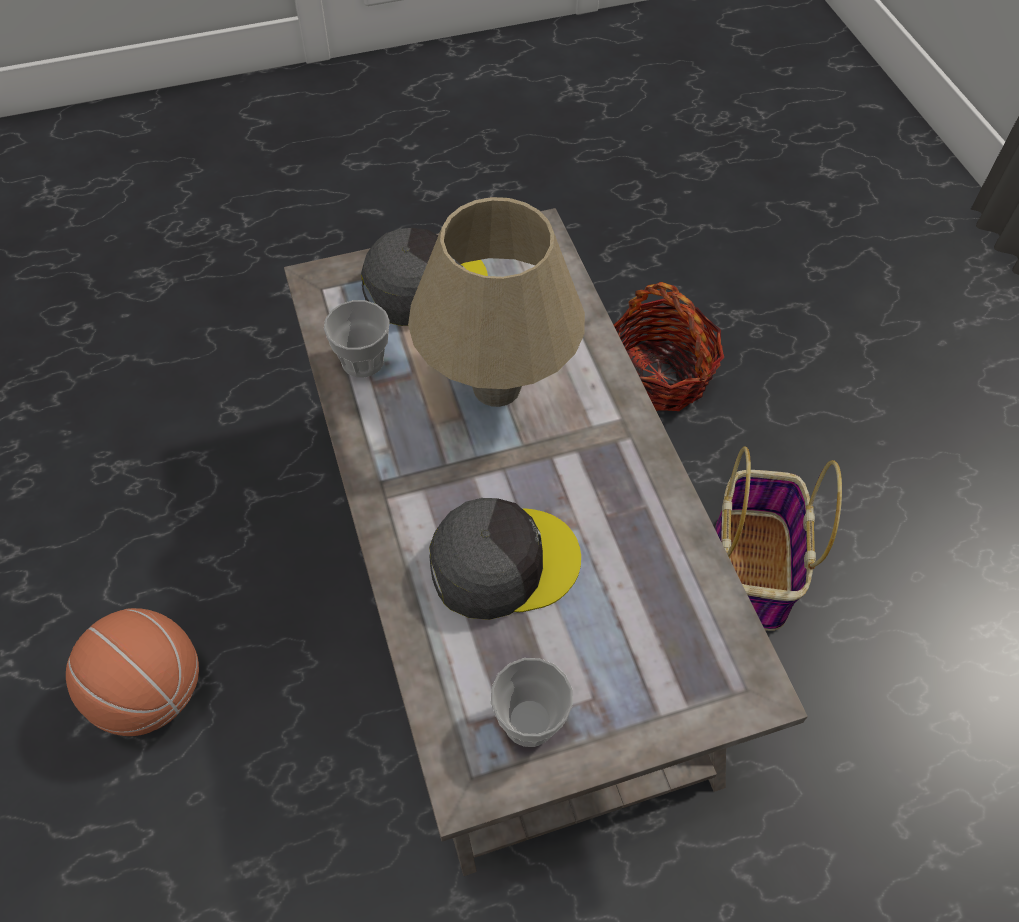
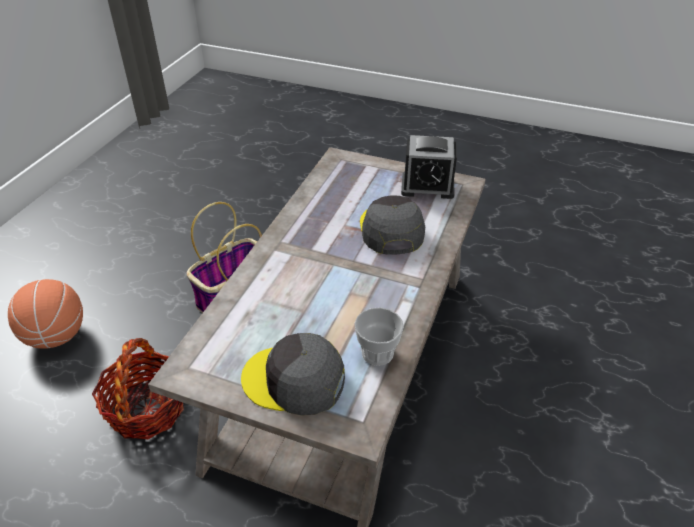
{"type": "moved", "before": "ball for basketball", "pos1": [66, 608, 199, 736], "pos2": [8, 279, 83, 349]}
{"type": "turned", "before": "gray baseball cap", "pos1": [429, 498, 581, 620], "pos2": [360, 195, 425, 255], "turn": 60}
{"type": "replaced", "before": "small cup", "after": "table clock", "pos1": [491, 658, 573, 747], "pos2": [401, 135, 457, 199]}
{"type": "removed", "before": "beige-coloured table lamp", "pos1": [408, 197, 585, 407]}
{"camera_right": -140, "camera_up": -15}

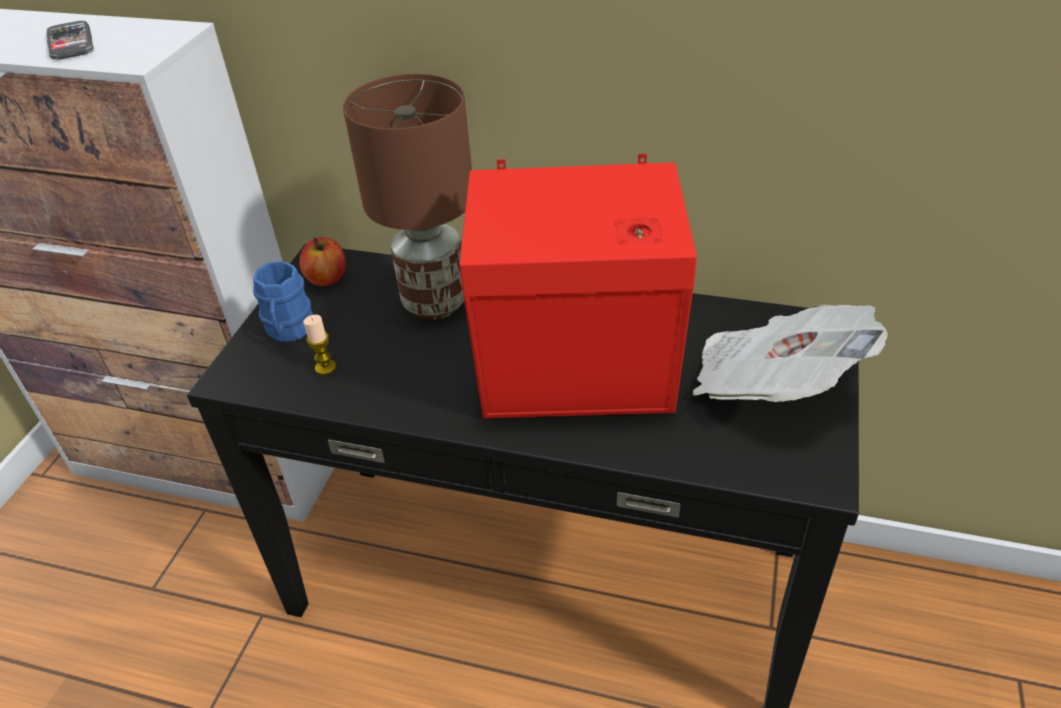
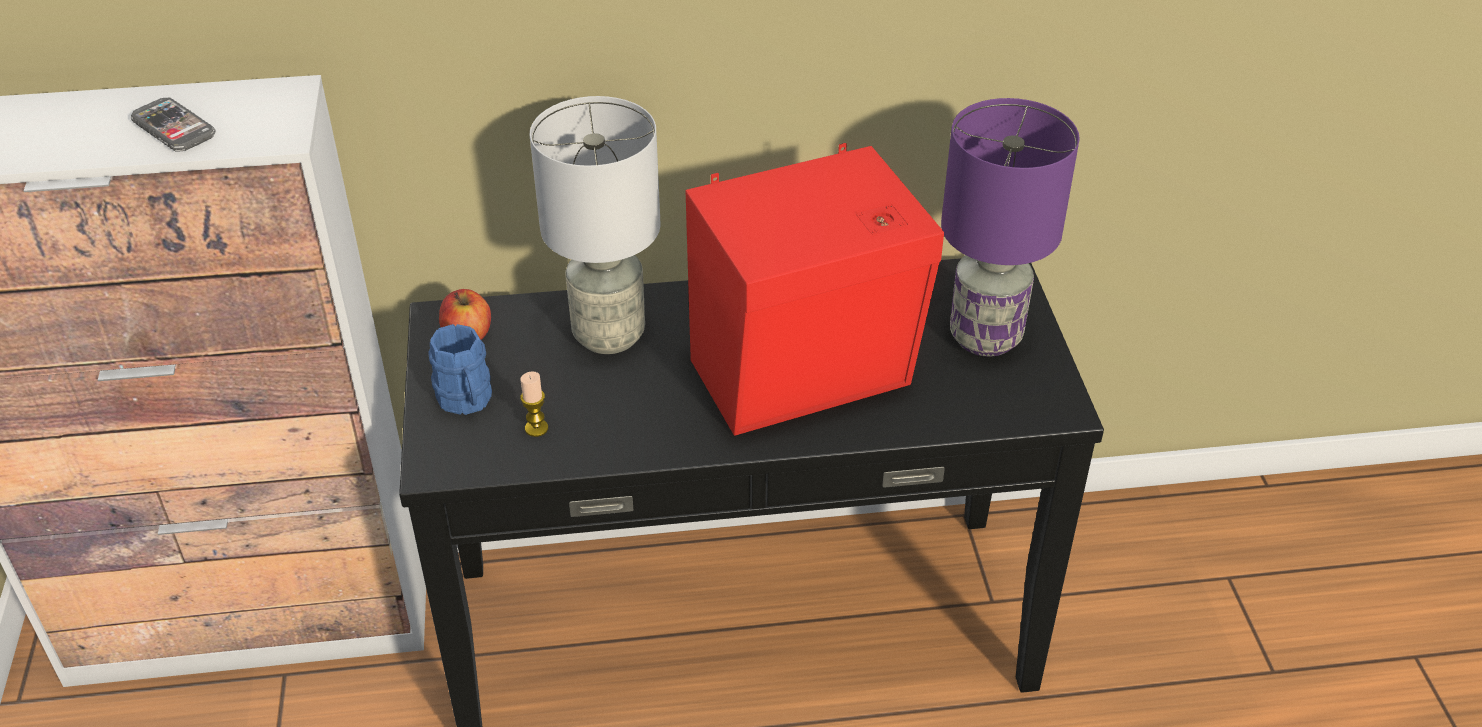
{"type": "recoloured", "before": "brownish table lamp", "after": "gray table lamp", "pos1": [343, 74, 472, 320], "pos2": [530, 96, 661, 354]}
{"type": "replaced", "before": "printed paper", "after": "purple-coloured table lamp", "pos1": [693, 305, 888, 402], "pos2": [941, 98, 1080, 357]}
{"camera_right": -25, "camera_up": 0}

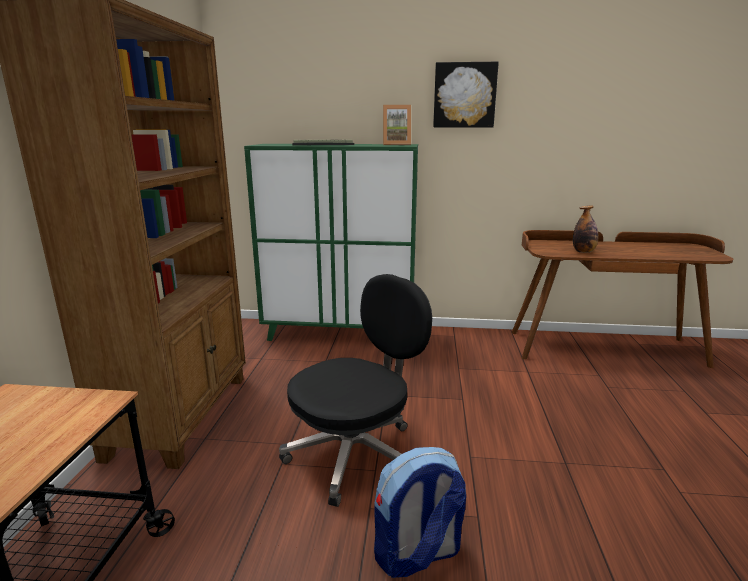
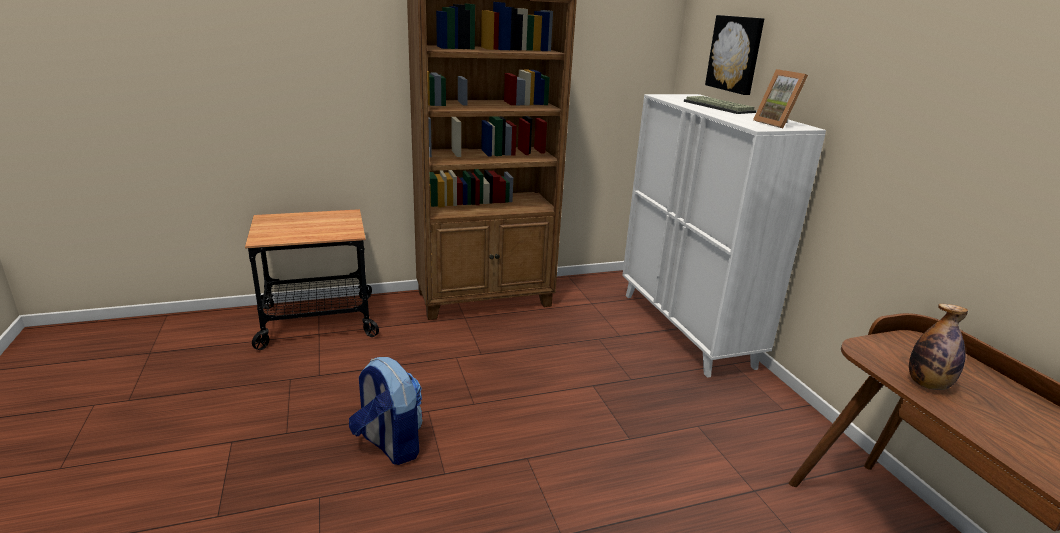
{"type": "recoloured", "before": "greenish cupboard", "after": "white cupboard", "pos1": [244, 144, 418, 341], "pos2": [622, 94, 826, 378]}
{"type": "moved", "before": "wall picture", "pos1": [433, 62, 499, 127], "pos2": [705, 15, 764, 95]}
{"type": "removed", "before": "blackish desk chair", "pos1": [279, 274, 432, 507]}
{"camera_right": 65, "camera_up": 5}

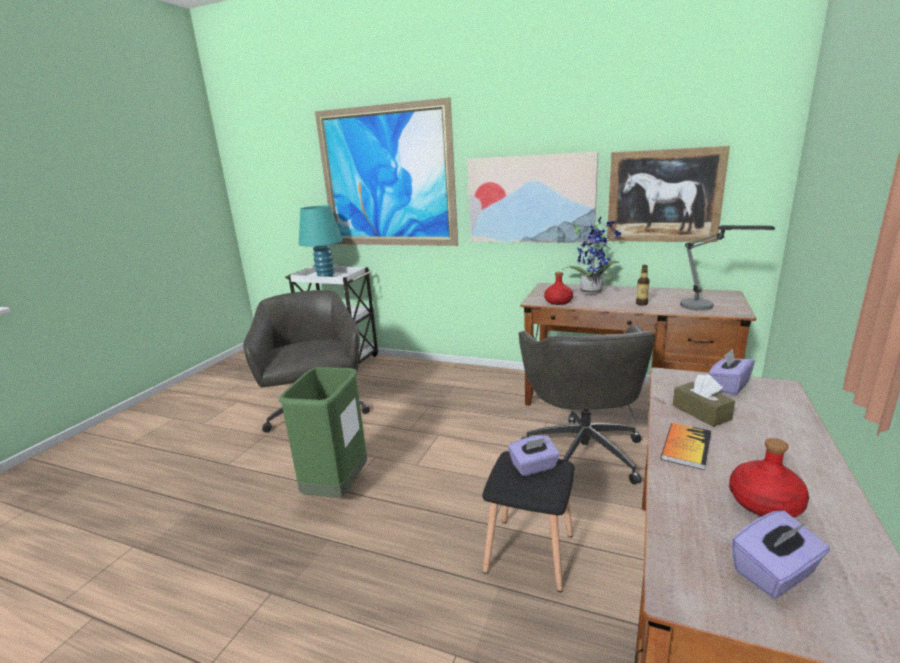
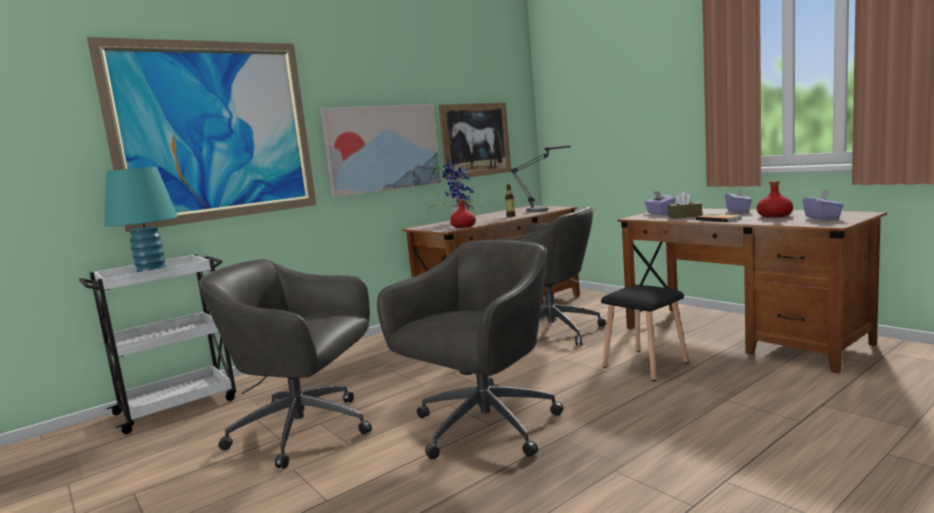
{"type": "replaced", "before": "greenish waste bin", "after": "gray desk chair", "pos1": [279, 367, 367, 498], "pos2": [377, 240, 564, 459]}
{"type": "moved", "before": "purple-coloured tissue holder", "pos1": [508, 435, 560, 476], "pos2": [725, 187, 752, 213]}
{"camera_right": -60, "camera_up": -10}

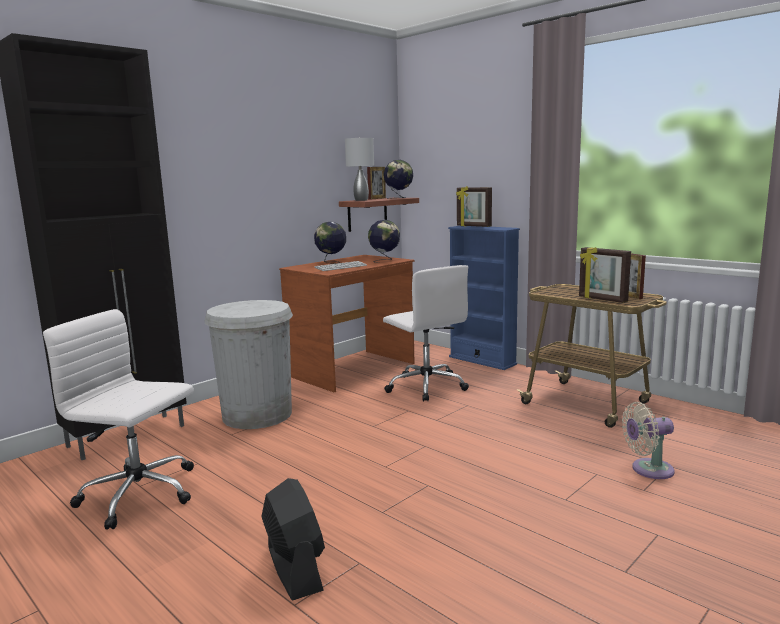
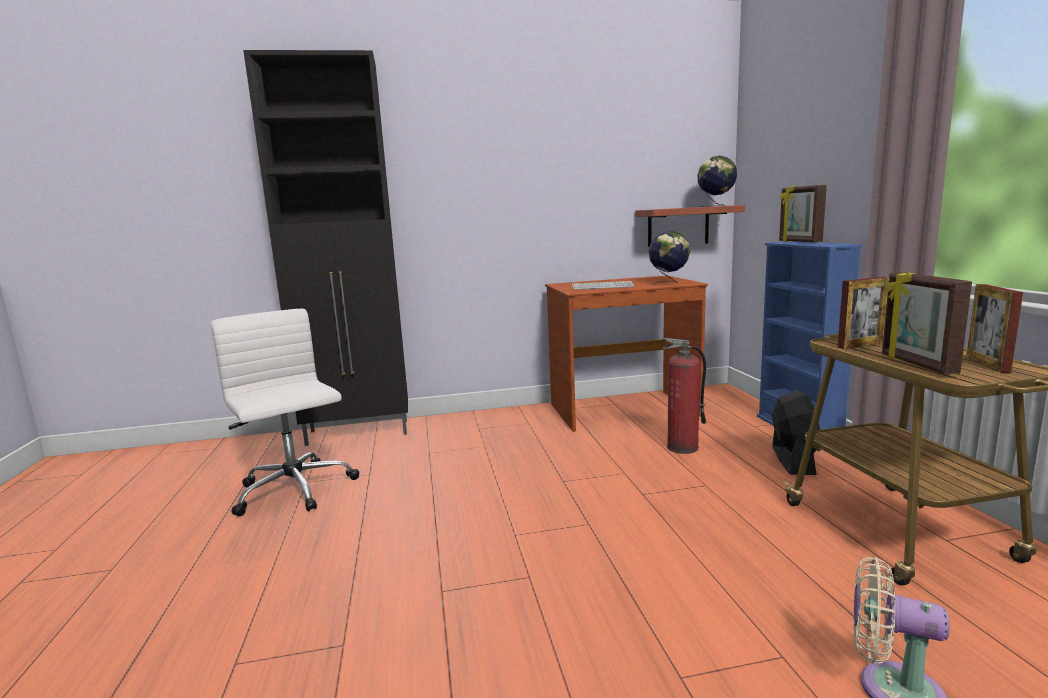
{"type": "replaced", "before": "white desk chair", "after": "fire extinguisher", "pos1": [383, 265, 469, 402], "pos2": [662, 338, 706, 454]}
{"type": "moved", "before": "blackish fan", "pos1": [261, 478, 325, 601], "pos2": [772, 390, 820, 475]}
{"type": "moved", "before": "standing frame", "pos1": [367, 167, 386, 199], "pos2": [838, 277, 889, 349]}
{"type": "removed", "before": "white waste bin", "pos1": [205, 300, 293, 429]}
{"type": "removed", "before": "desk globe", "pos1": [314, 222, 346, 264]}
{"type": "removed", "before": "gray table lamp", "pos1": [345, 137, 374, 201]}
{"camera_right": 35, "camera_up": 0}

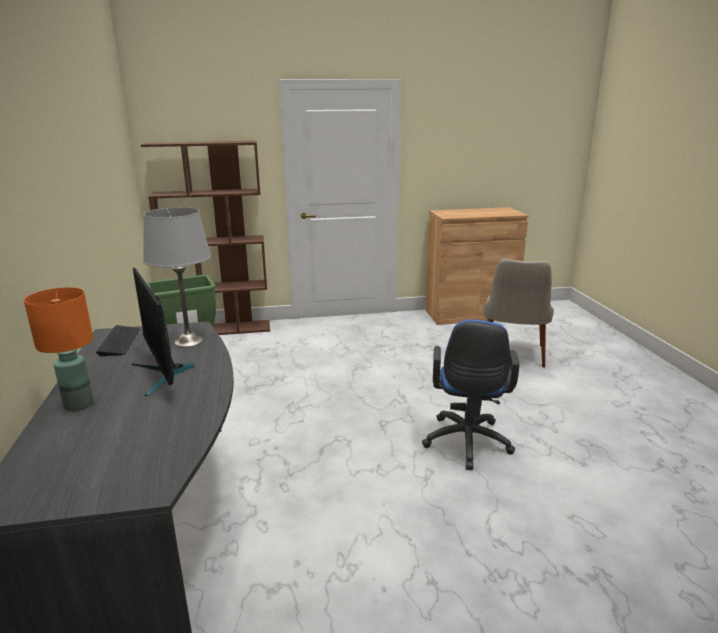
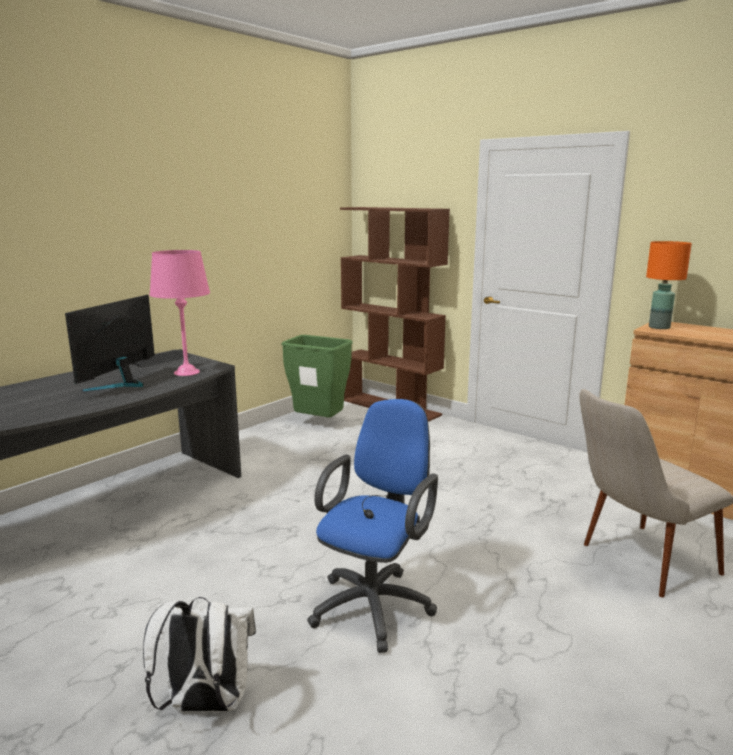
{"type": "added", "after": "white rucksack", "pos2": [143, 597, 256, 712]}
{"type": "recoloured", "before": "gray table lamp", "after": "pink table lamp", "pos1": [143, 207, 211, 347], "pos2": [149, 250, 210, 376]}
{"type": "turned", "before": "blue-coloured desk chair", "pos1": [422, 319, 520, 470], "pos2": [307, 399, 438, 653], "turn": 150}
{"type": "moved", "before": "orange table lamp", "pos1": [24, 287, 94, 411], "pos2": [646, 241, 692, 329]}
{"camera_right": 50, "camera_up": -5}

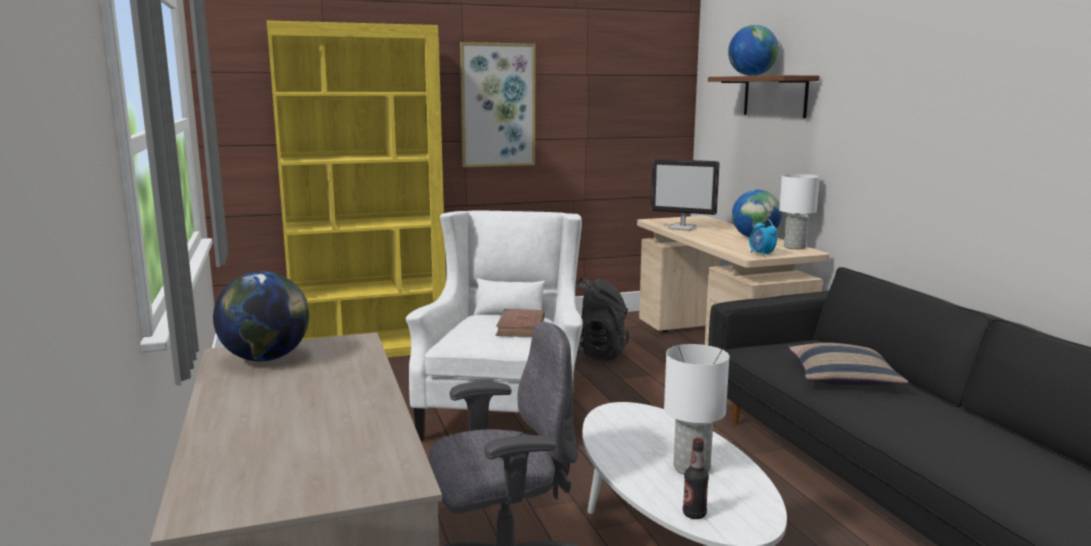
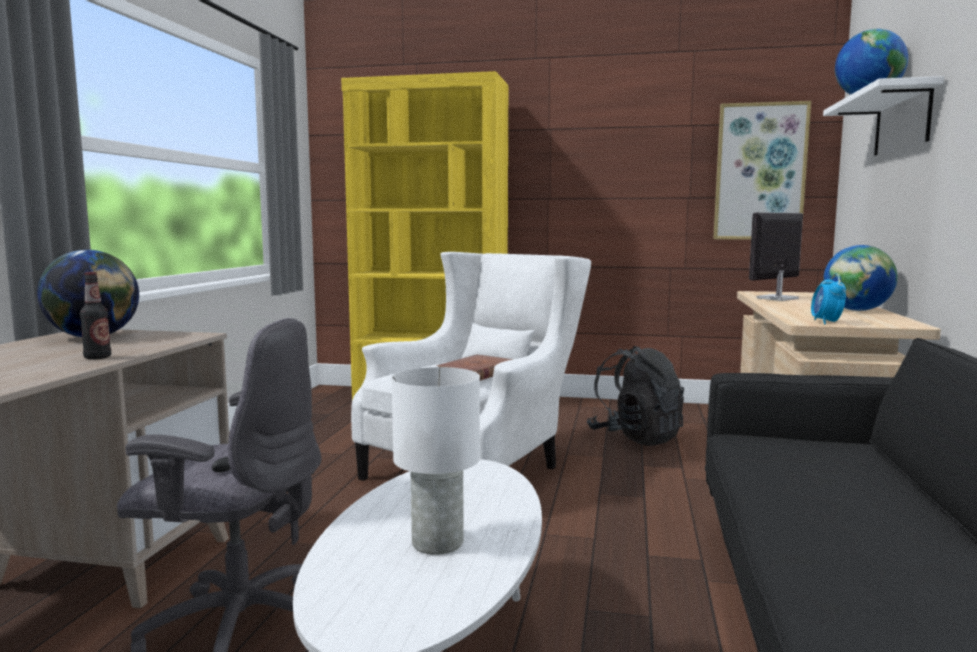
{"type": "moved", "before": "drink bottle", "pos1": [683, 438, 709, 519], "pos2": [80, 272, 111, 359]}
{"type": "moved", "before": "wall picture", "pos1": [460, 42, 536, 167], "pos2": [713, 101, 811, 240]}
{"type": "turned", "before": "computer screen", "pos1": [651, 159, 720, 231], "pos2": [749, 212, 803, 301], "turn": 90}
{"type": "recoloured", "before": "brownish wall shelf", "after": "white wall shelf", "pos1": [708, 75, 819, 118], "pos2": [823, 76, 944, 155]}
{"type": "removed", "before": "white table lamp", "pos1": [779, 174, 820, 249]}
{"type": "removed", "before": "pillow", "pos1": [788, 343, 908, 385]}
{"camera_right": 30, "camera_up": -5}

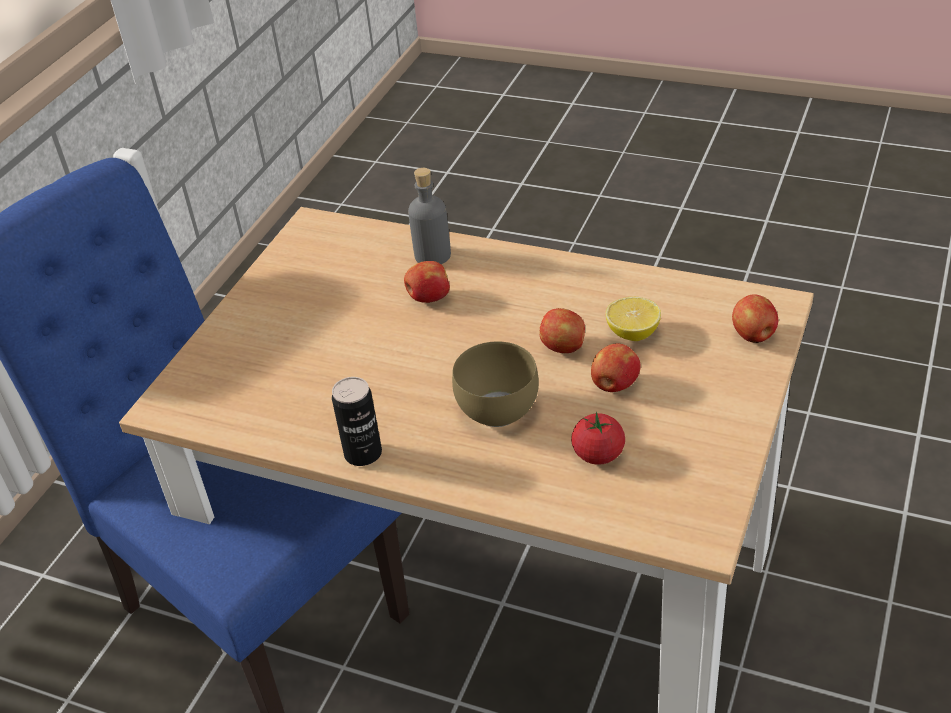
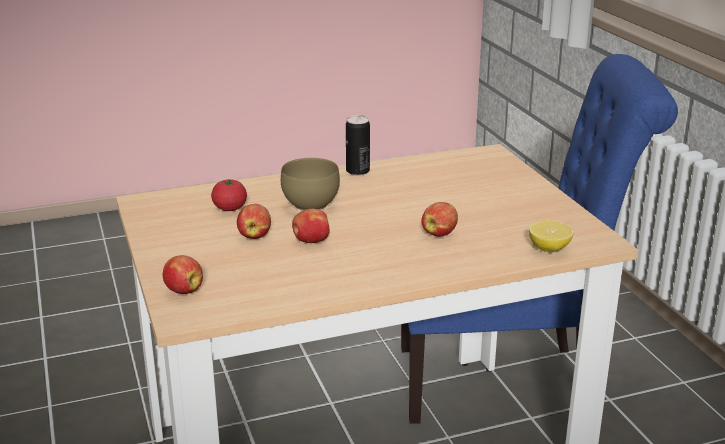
{"type": "moved", "before": "whole lemon", "pos1": [606, 297, 661, 341], "pos2": [529, 220, 574, 252]}
{"type": "removed", "before": "gray drink bottle", "pos1": [408, 168, 451, 264]}
{"camera_right": 135, "camera_up": -15}

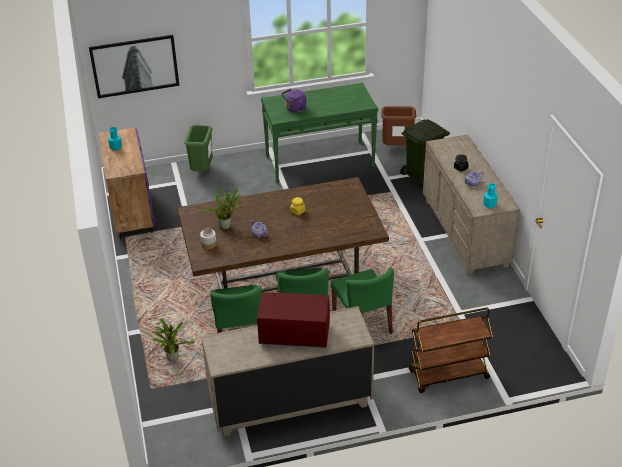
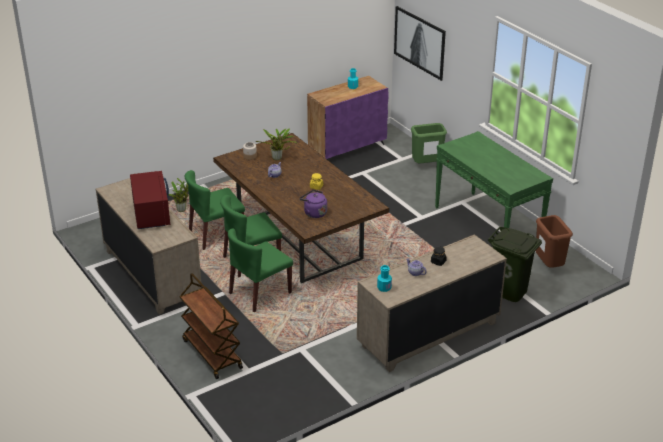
{"type": "moved", "before": "purple-coloured kettle", "pos1": [282, 89, 306, 113], "pos2": [299, 190, 327, 218]}
{"camera_right": 70, "camera_up": -5}

